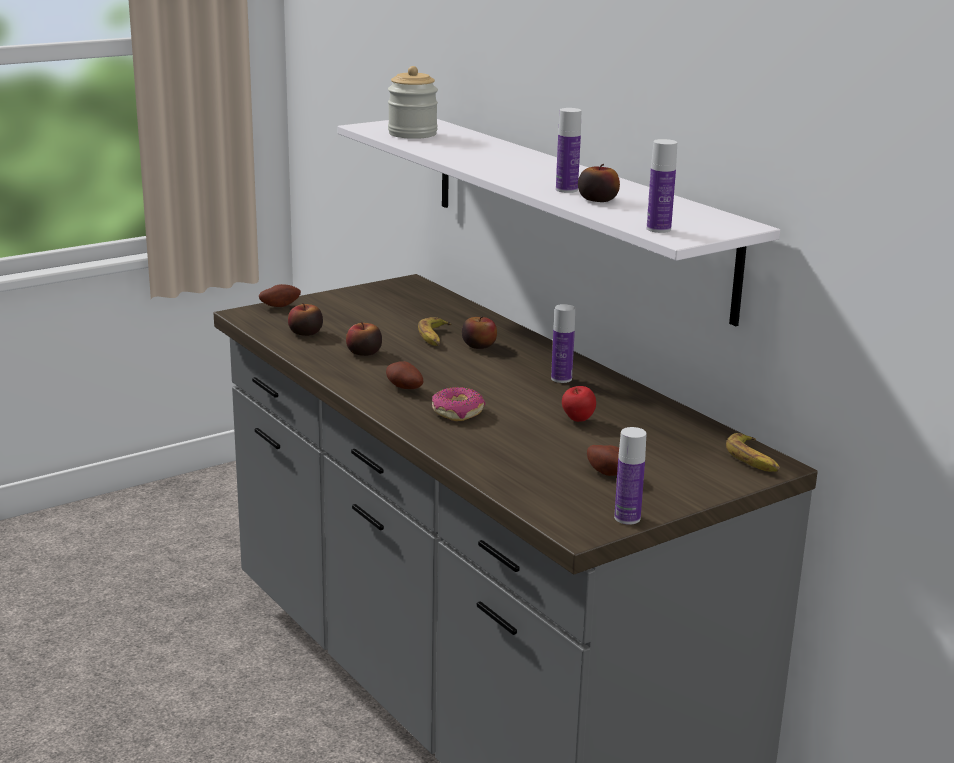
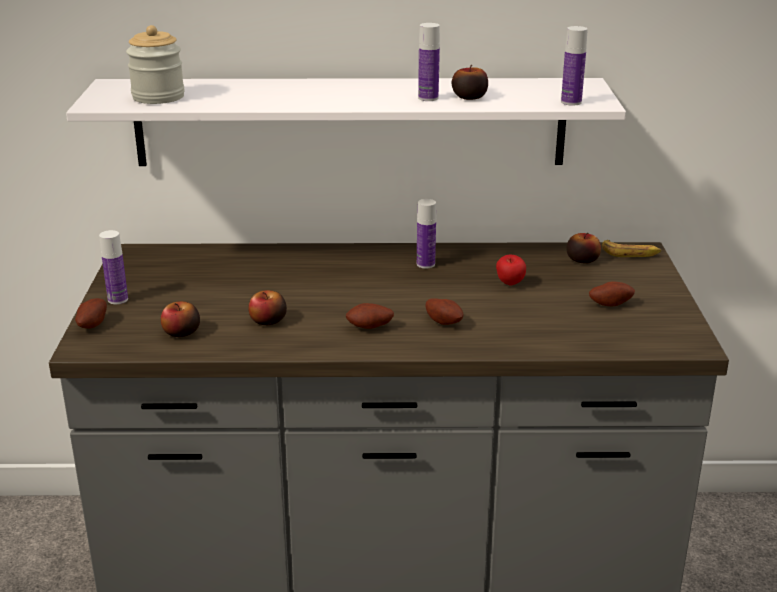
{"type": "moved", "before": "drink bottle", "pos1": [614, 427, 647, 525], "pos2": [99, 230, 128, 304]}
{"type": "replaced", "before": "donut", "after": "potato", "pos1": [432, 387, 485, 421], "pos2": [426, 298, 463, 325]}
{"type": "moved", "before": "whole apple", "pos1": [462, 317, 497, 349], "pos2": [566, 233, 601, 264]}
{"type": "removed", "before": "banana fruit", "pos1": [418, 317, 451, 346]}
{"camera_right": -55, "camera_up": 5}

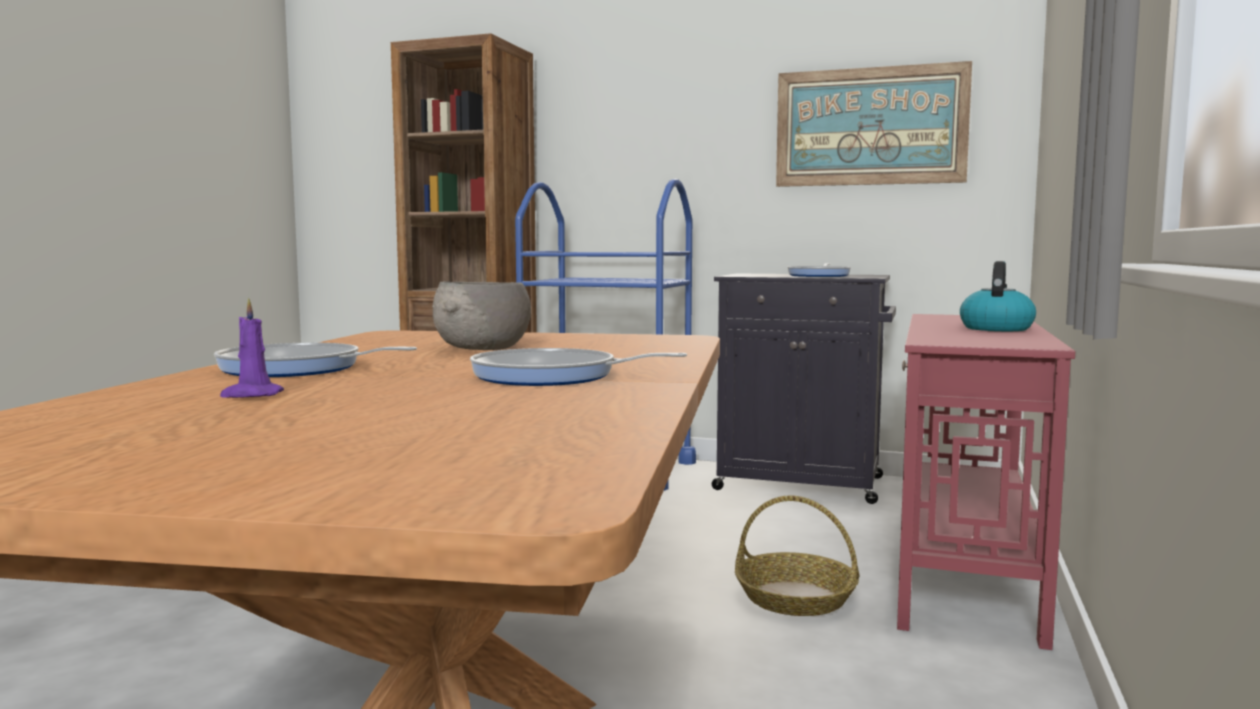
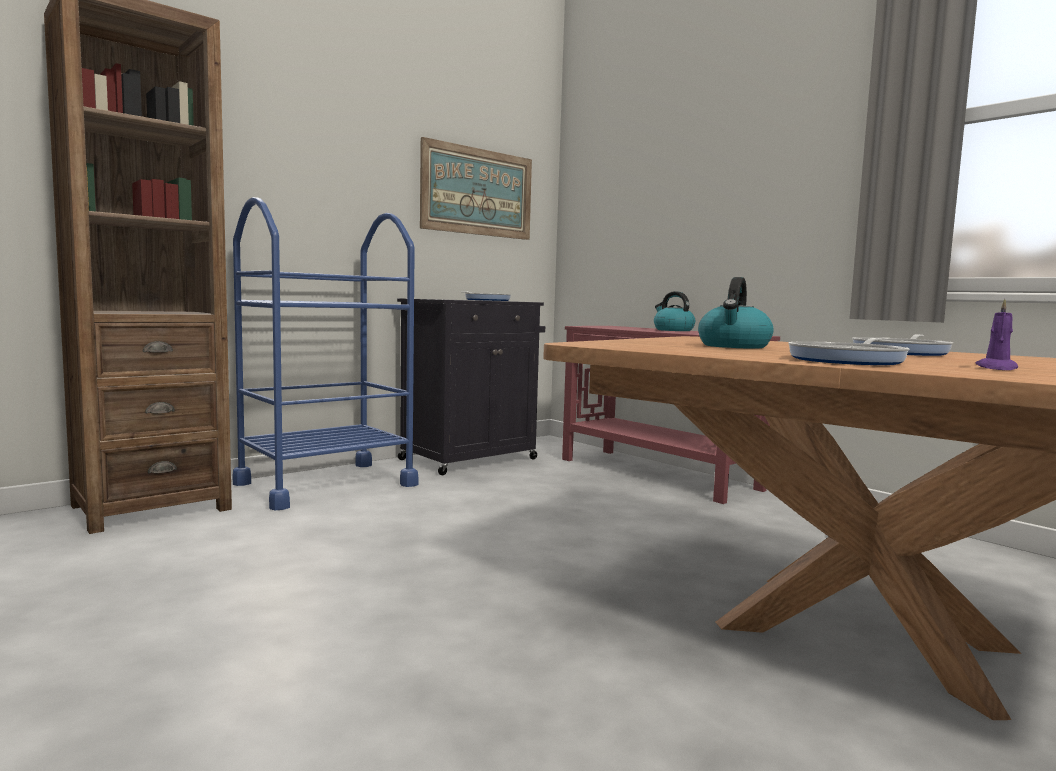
{"type": "replaced", "before": "gray deep dish", "after": "kettle", "pos1": [432, 281, 531, 350], "pos2": [698, 277, 774, 349]}
{"type": "removed", "before": "storage basket", "pos1": [735, 496, 859, 616]}
{"camera_right": -60, "camera_up": 0}

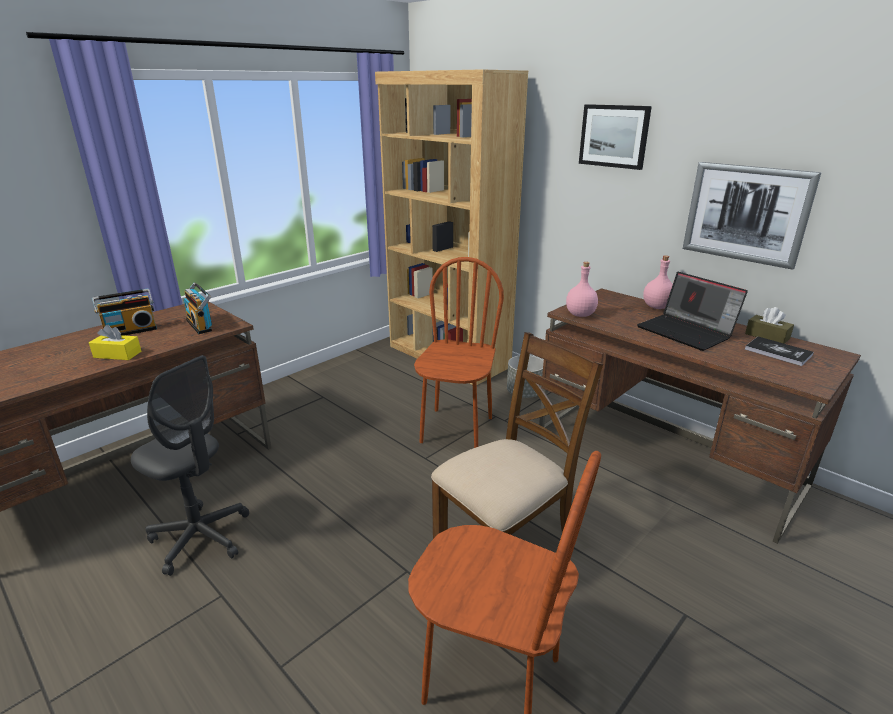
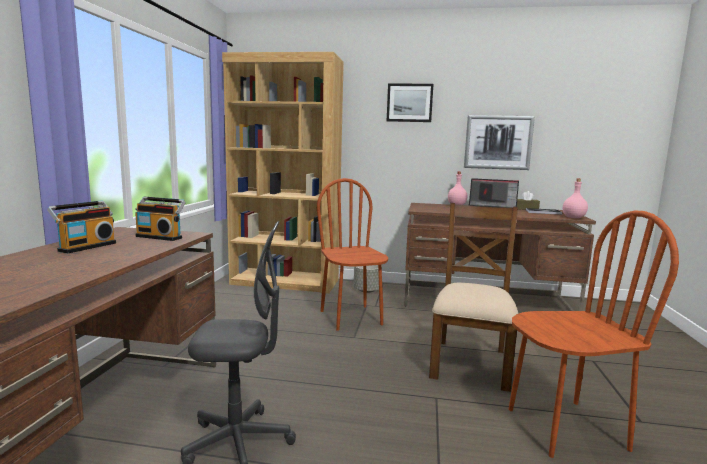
{"type": "moved", "before": "pink drink bottle", "pos1": [566, 262, 598, 317], "pos2": [562, 179, 588, 218]}
{"type": "removed", "before": "yellow-coloured tissue holder", "pos1": [89, 325, 141, 360]}
{"camera_right": -35, "camera_up": -15}

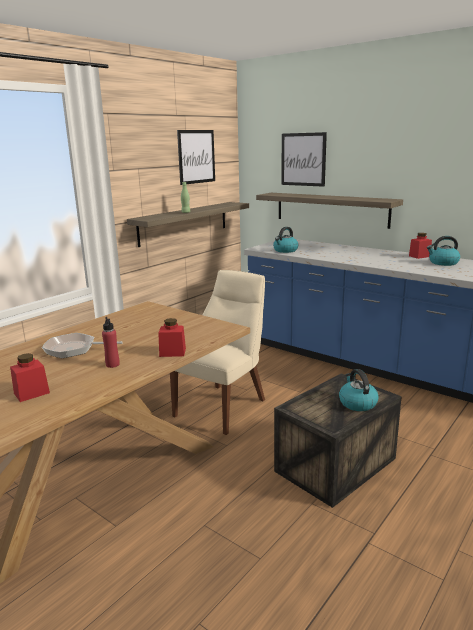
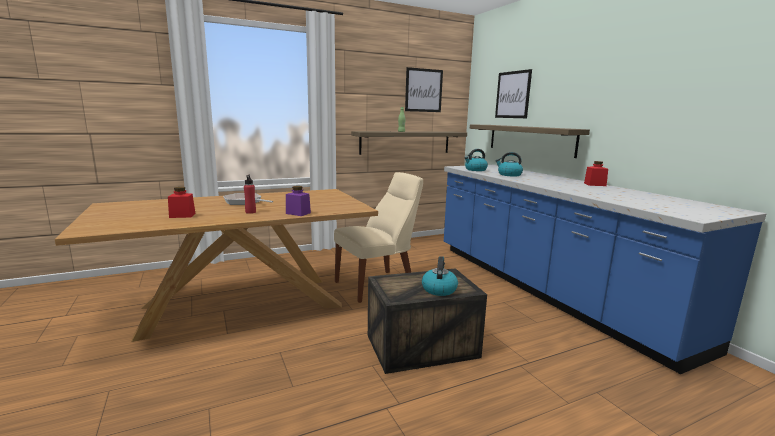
{"type": "recoloured", "before": "red-coloured preserve jar", "after": "purple-coloured preserve jar", "pos1": [158, 318, 186, 357], "pos2": [286, 186, 311, 216]}
{"type": "moved", "before": "kettle", "pos1": [427, 236, 460, 266], "pos2": [495, 152, 523, 176]}
{"camera_right": 25, "camera_up": -5}

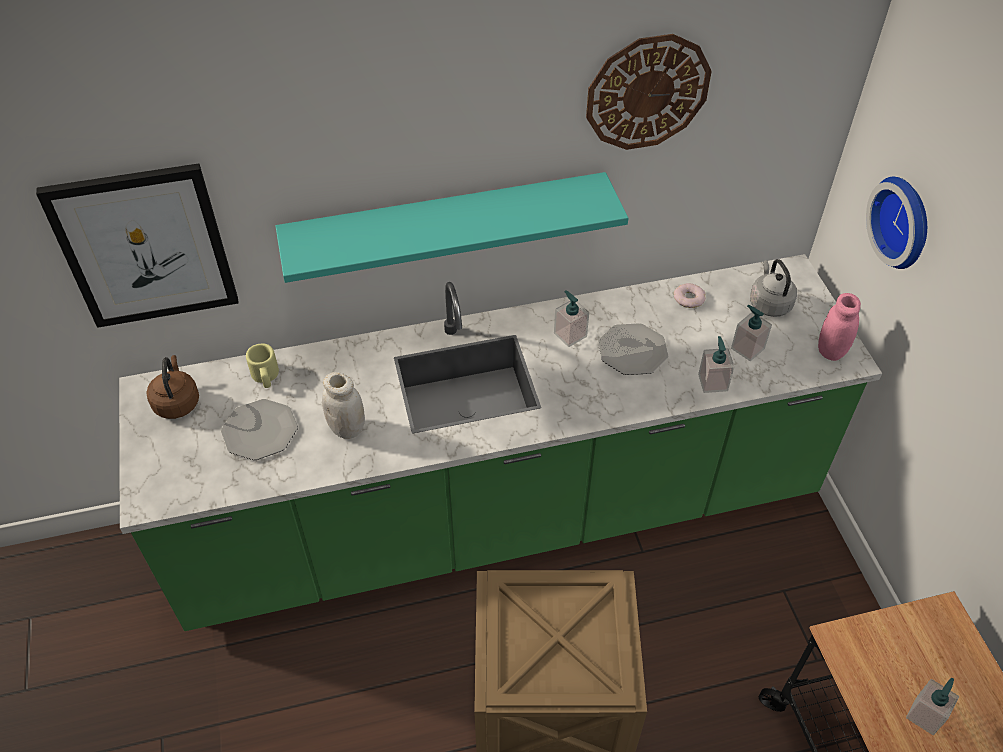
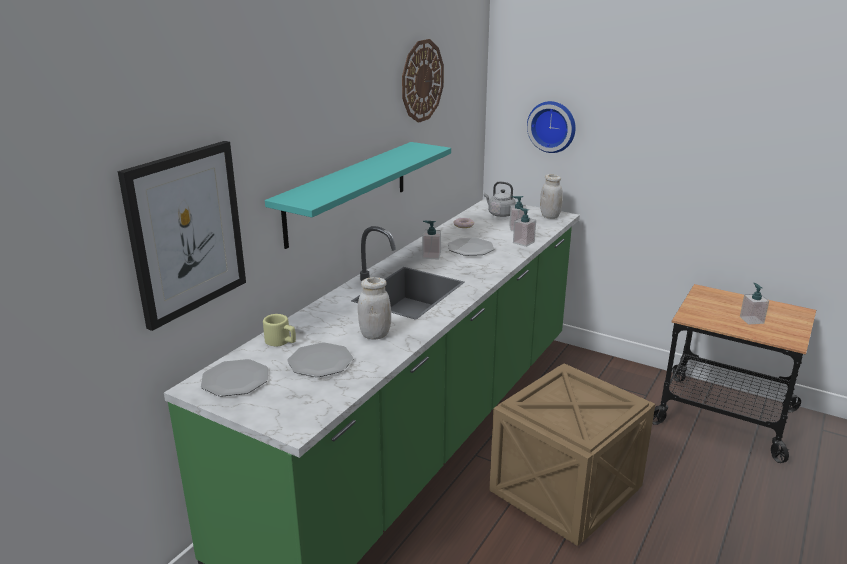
{"type": "replaced", "before": "brownish kettle", "after": "flat dish", "pos1": [147, 355, 199, 419], "pos2": [201, 359, 268, 397]}
{"type": "recoloured", "before": "pink preserve jar", "after": "white preserve jar", "pos1": [818, 293, 861, 361], "pos2": [540, 174, 563, 219]}
{"camera_right": -45, "camera_up": -25}

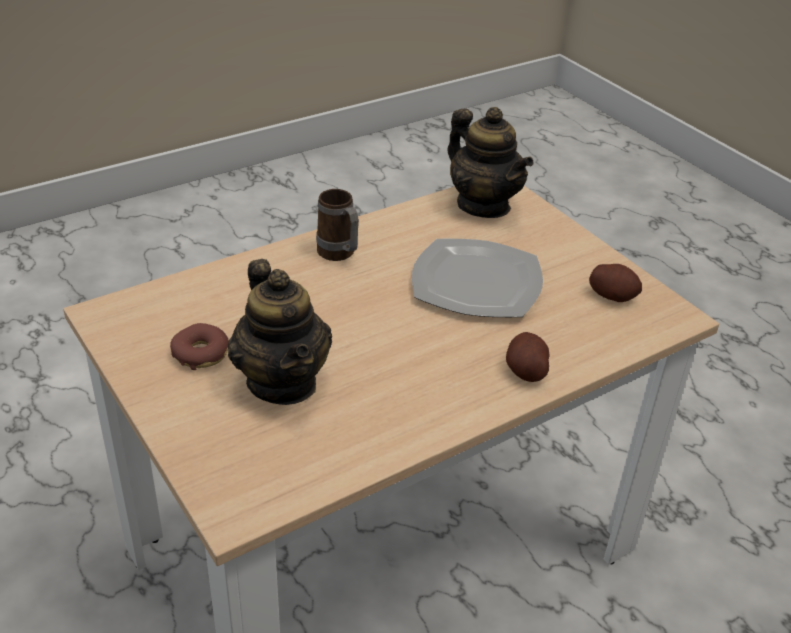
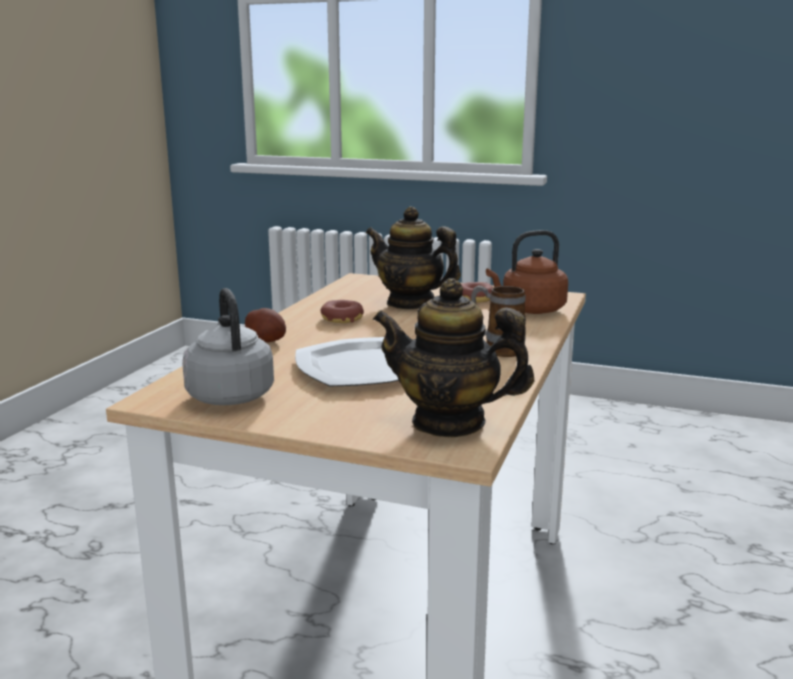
{"type": "replaced", "before": "potato", "after": "gray kettle", "pos1": [589, 264, 642, 302], "pos2": [182, 288, 274, 405]}
{"type": "added", "after": "donut", "pos2": [321, 300, 364, 323]}
{"type": "added", "after": "brownish kettle", "pos2": [486, 230, 568, 314]}
{"camera_right": 145, "camera_up": -20}

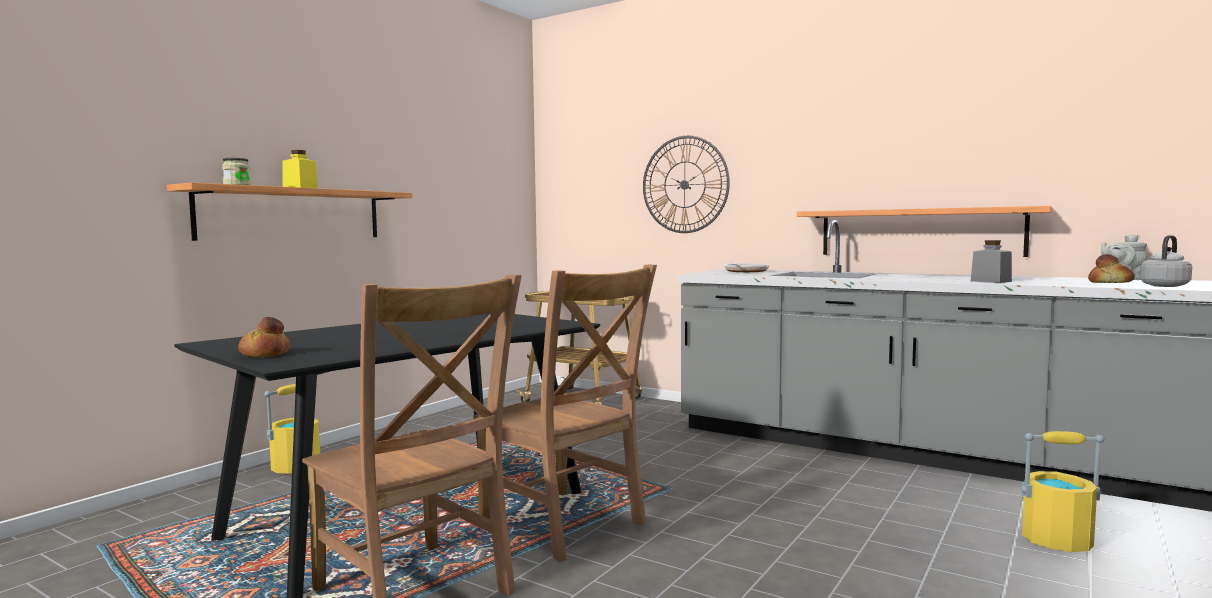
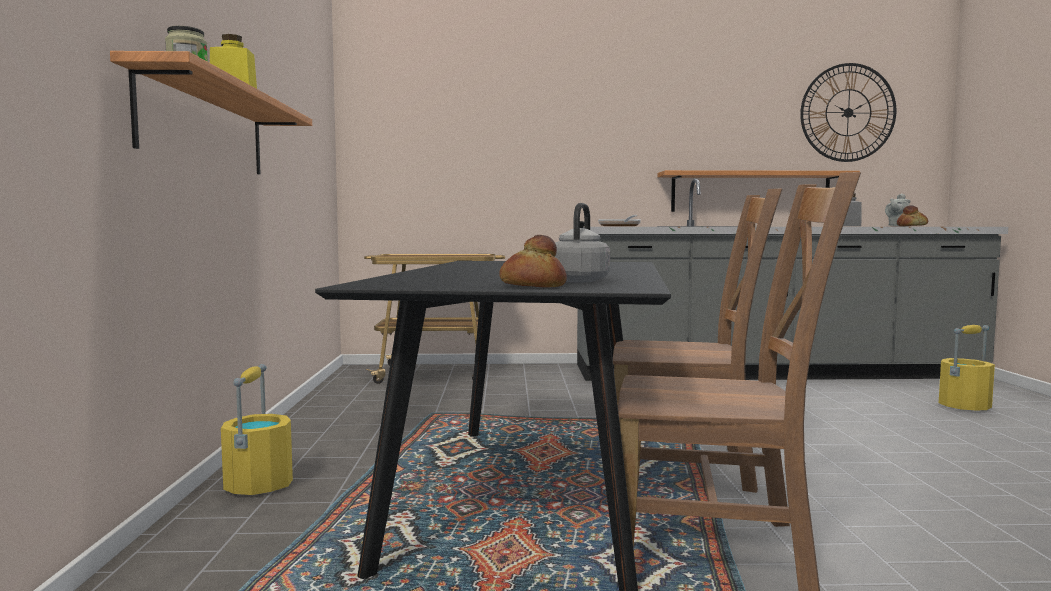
{"type": "moved", "before": "gray kettle", "pos1": [1140, 235, 1192, 287], "pos2": [555, 203, 610, 282]}
{"type": "moved", "before": "clock on the wall", "pos1": [643, 136, 730, 233], "pos2": [800, 63, 896, 162]}
{"camera_right": -35, "camera_up": 0}

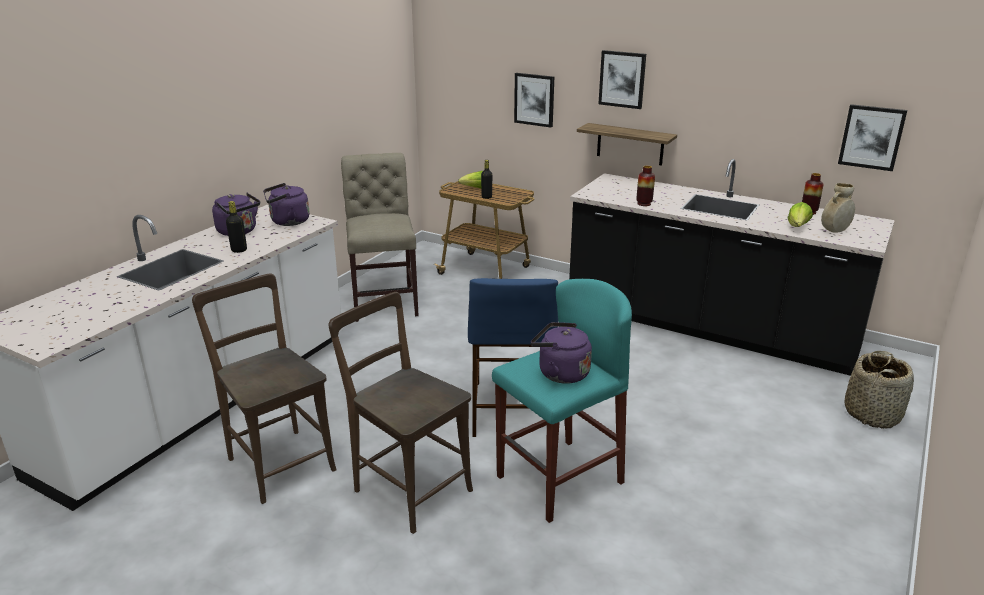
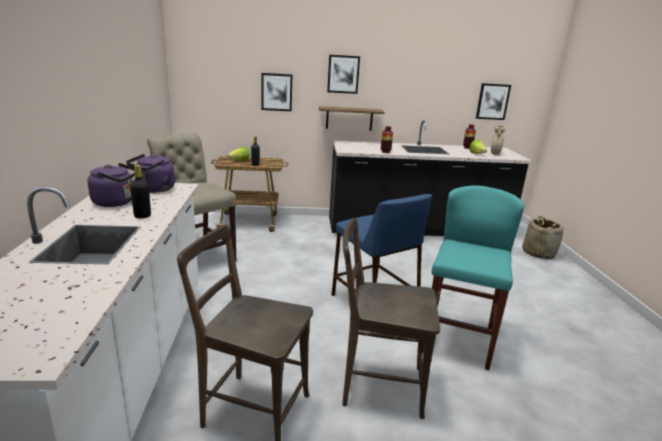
{"type": "removed", "before": "purple-coloured kettle", "pos1": [531, 322, 592, 384]}
{"camera_right": -35, "camera_up": -5}

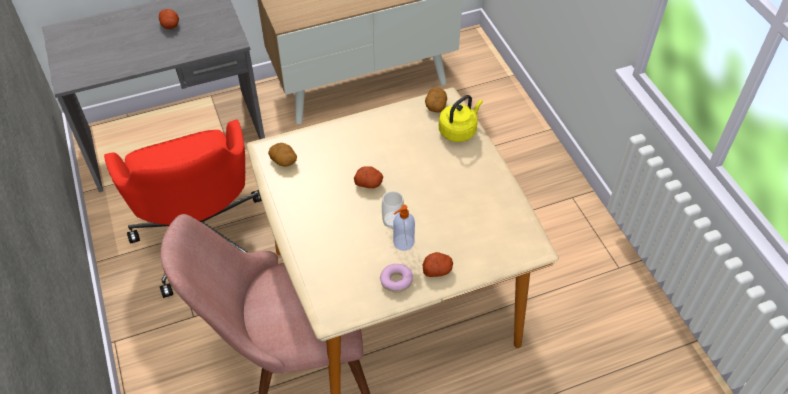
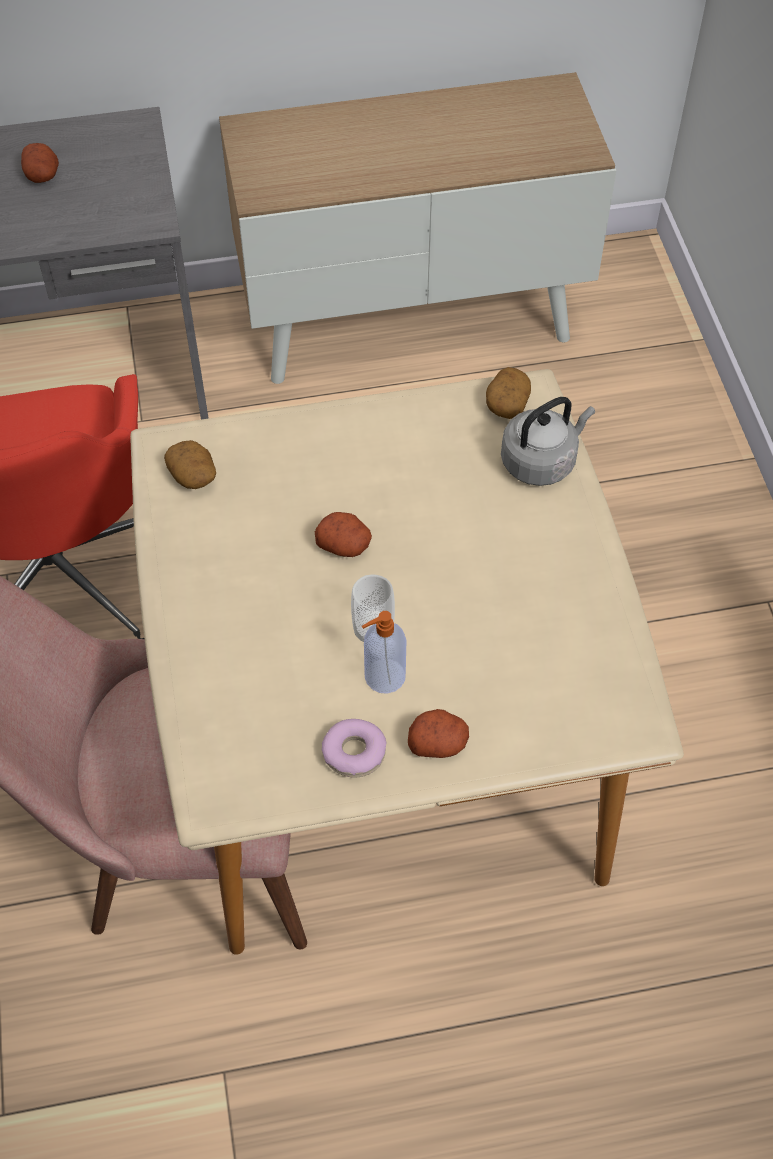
{"type": "recoloured", "before": "yellow-coloured kettle", "after": "gray kettle", "pos1": [439, 95, 483, 142], "pos2": [501, 397, 595, 486]}
{"camera_right": 10, "camera_up": 5}

